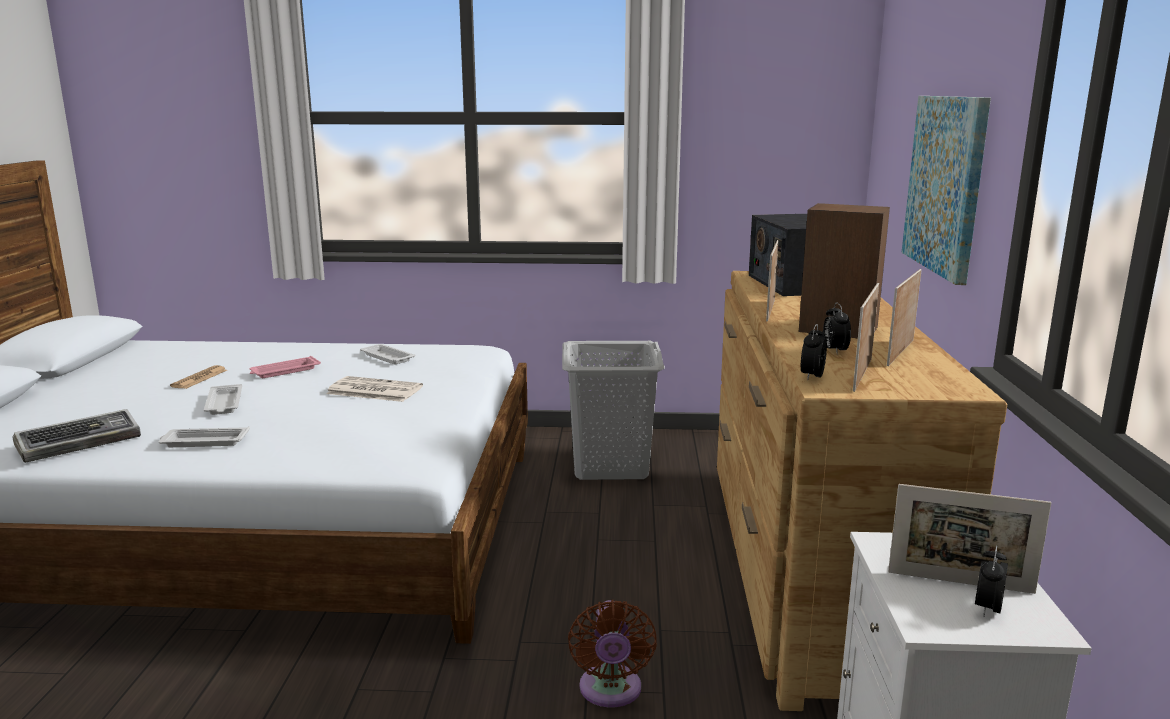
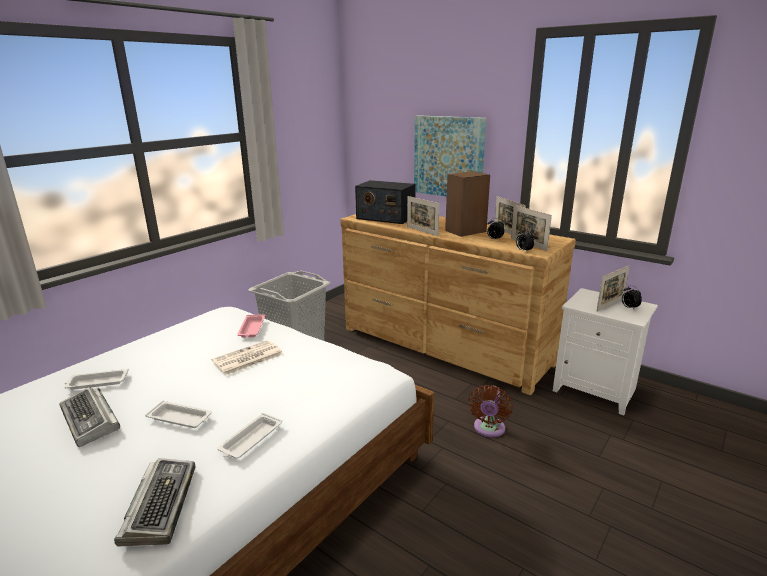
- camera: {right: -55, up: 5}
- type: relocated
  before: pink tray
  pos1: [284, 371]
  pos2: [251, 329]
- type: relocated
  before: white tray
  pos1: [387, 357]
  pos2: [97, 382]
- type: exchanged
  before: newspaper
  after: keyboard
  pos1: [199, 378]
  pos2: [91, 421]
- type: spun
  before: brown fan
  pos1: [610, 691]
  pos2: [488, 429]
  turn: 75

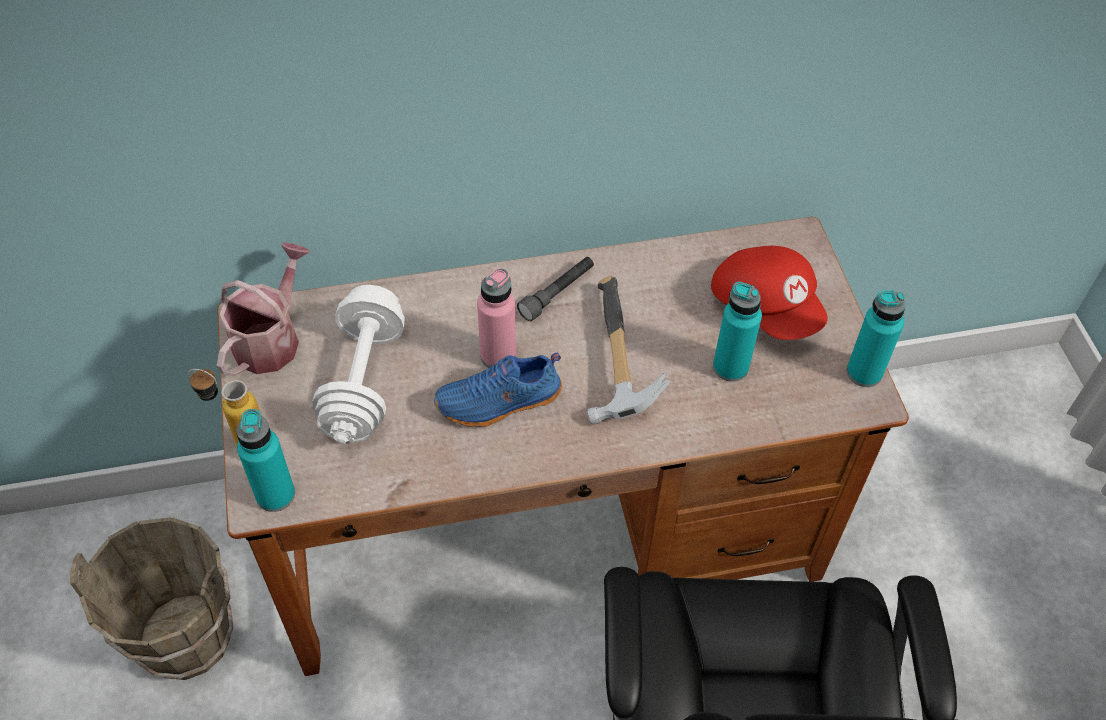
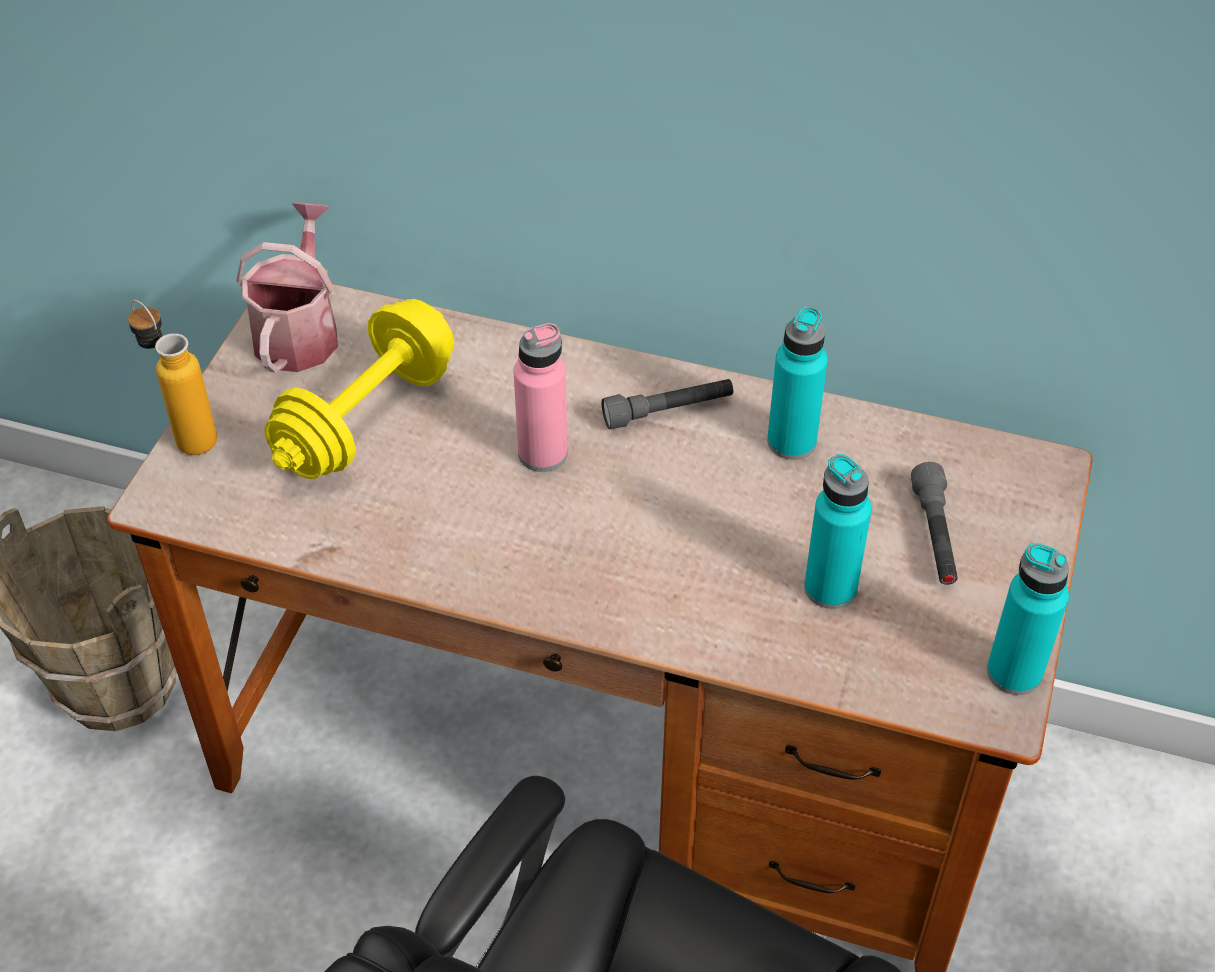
- camera: {right: 30, up: -5}
- type: missing
  before: blue shoe
  pos1: [499, 403]
- type: missing
  before: hammer
  pos1: [610, 362]
- type: relocated
  before: turquoise bottle
  pos1: [275, 495]
  pos2: [791, 441]
- type: exchanged
  before: red cap
  after: grey flashlight
  pos1: [767, 307]
  pos2: [935, 536]
- type: colour
  before: white dumbbell
  after: yellow dumbbell
  pos1: [364, 382]
  pos2: [367, 419]
- type: spun
  before: watering can
  pos1: [271, 339]
  pos2: [299, 331]
  turn: -45

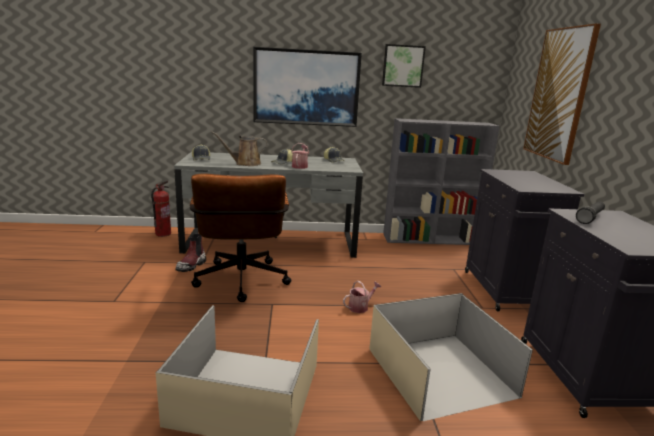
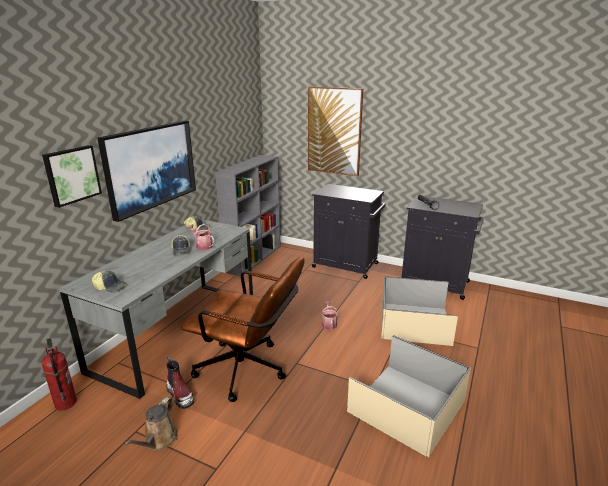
- camera: {right: -60, up: 5}
- type: relocated
  before: brown watering can
  pos1: [245, 164]
  pos2: [159, 440]
- type: relocated
  before: picture
  pos1: [402, 66]
  pos2: [71, 175]

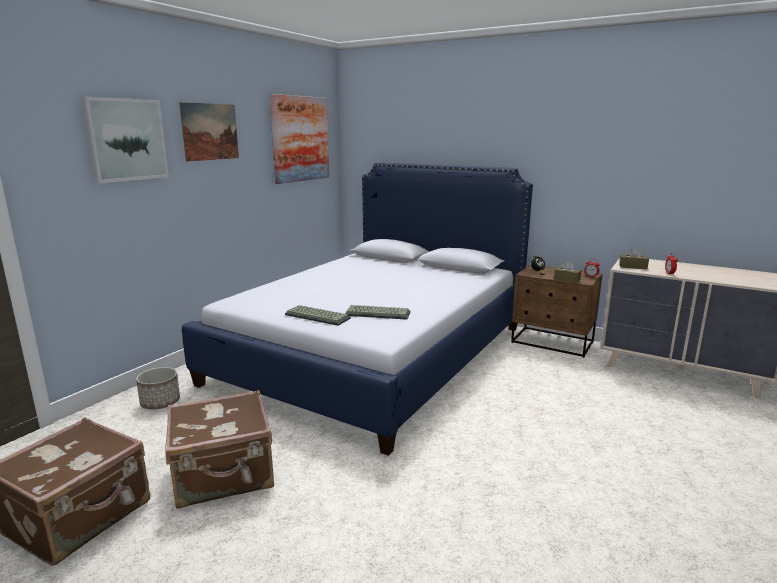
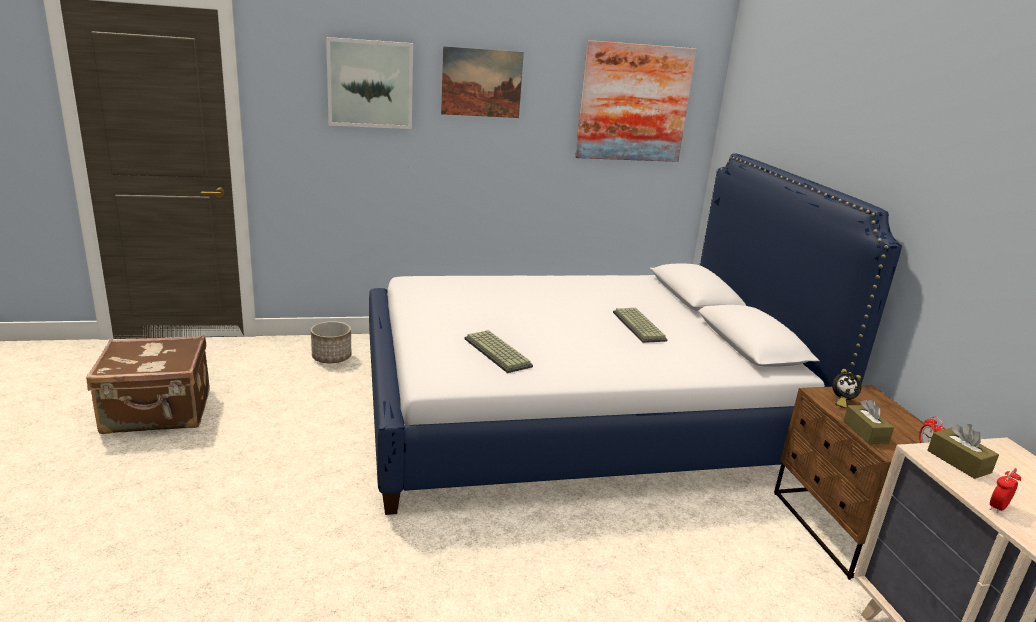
- camera: {right: 45, up: 5}
- type: missing
  before: brown suitcase
  pos1: [224, 475]
- type: relocated
  before: keyboard
  pos1: [318, 316]
  pos2: [640, 326]

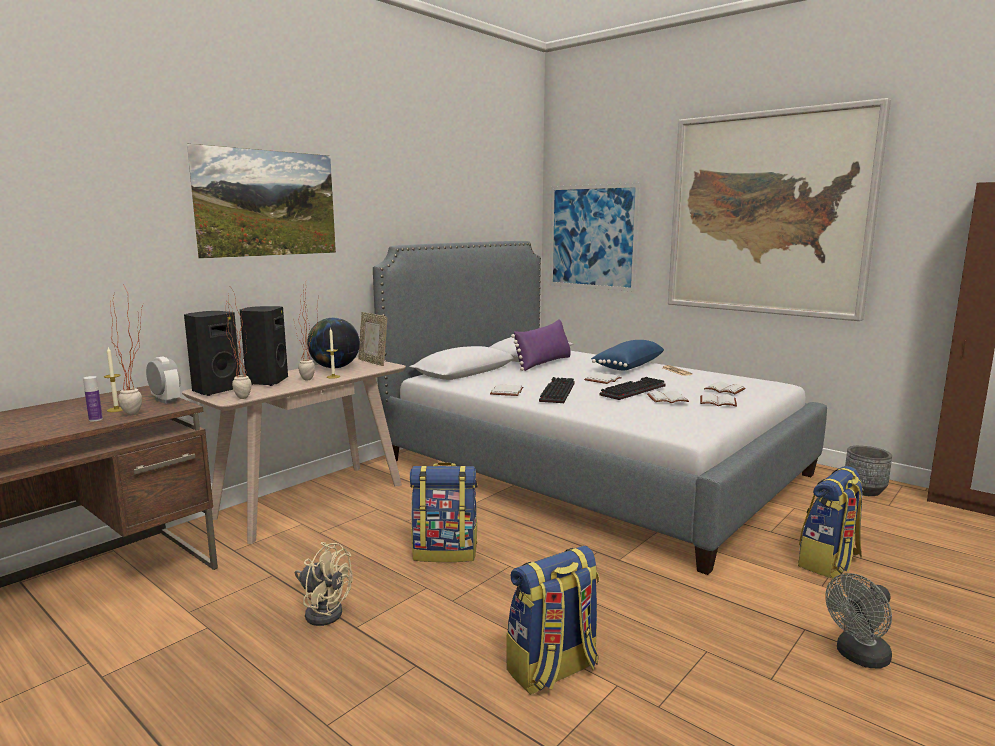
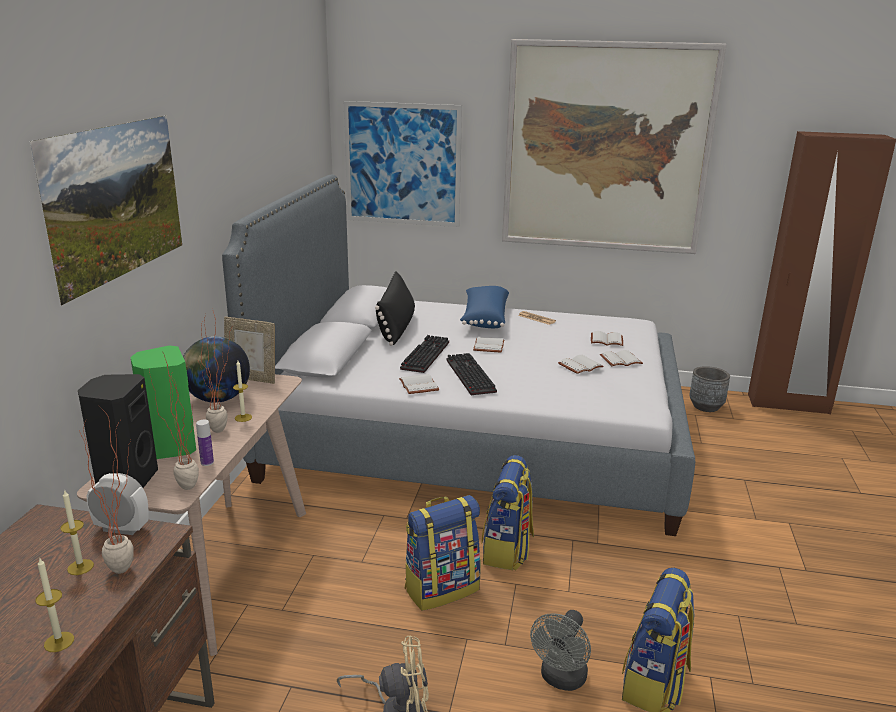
- camera: {right: -30, up: 10}
- type: appeared
  after: candle
  pos2: [59, 642]
- type: relocated
  before: bottle
  pos1: [95, 419]
  pos2: [207, 462]
- type: relocated
  before: keyboard
  pos1: [632, 390]
  pos2: [424, 355]
- type: relocated
  before: backpack
  pos1: [829, 563]
  pos2: [507, 550]
- type: relocated
  before: grey fan
  pos1: [858, 657]
  pos2: [561, 679]
- type: colour
  before: black speaker
  after: green speaker
  pos1: [266, 381]
  pos2: [169, 447]
- type: colour
  before: purple pillow
  after: black pillow
  pos1: [544, 363]
  pos2: [396, 327]

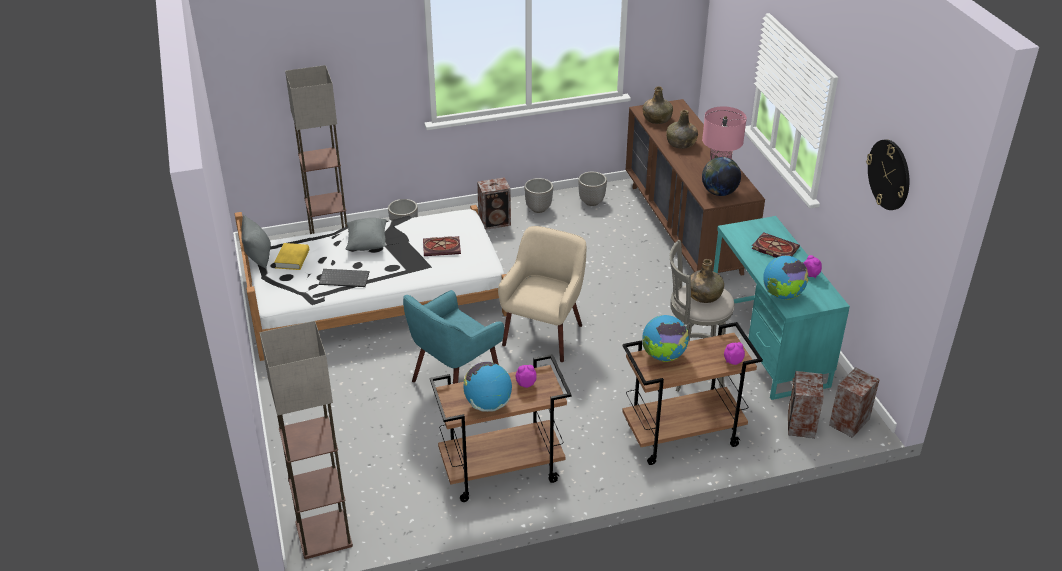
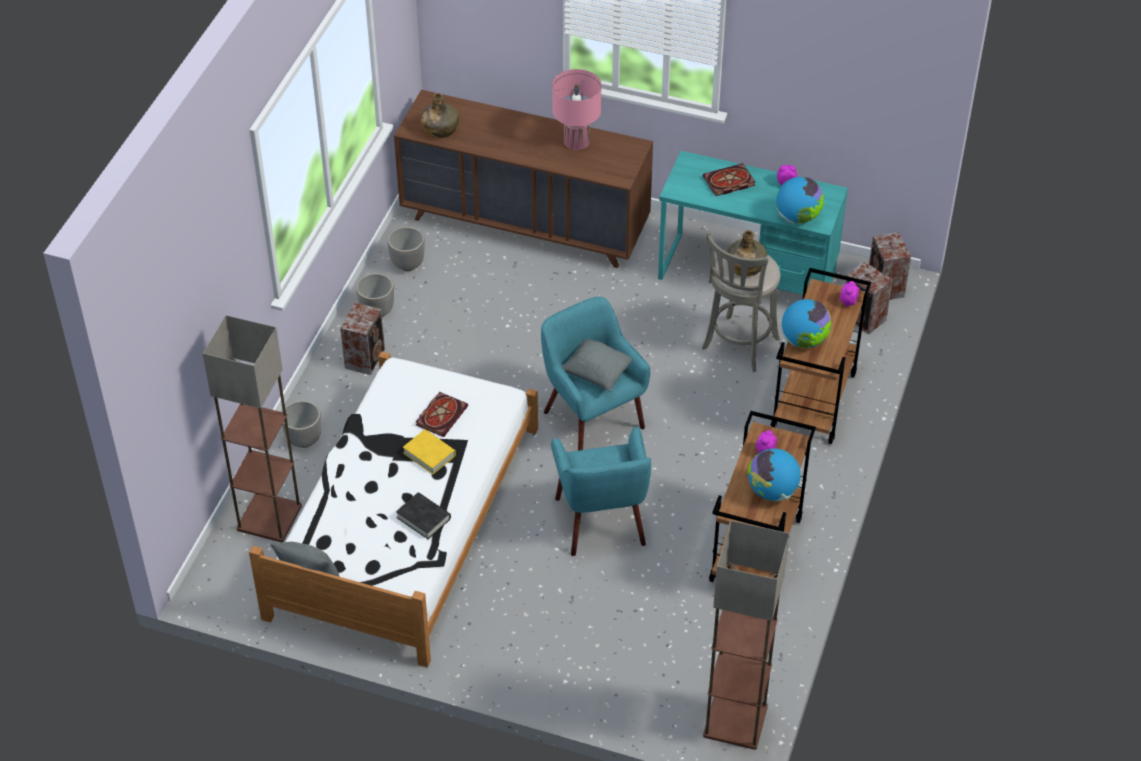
- camera: {right: -55, up: 10}
- type: missing
  before: green bottle
  pos1: [681, 143]
- type: missing
  before: globe
  pos1: [719, 193]
- type: missing
  before: wall clock
  pos1: [889, 174]
- type: relocated
  before: yellow book
  pos1: [292, 259]
  pos2: [429, 454]
- type: relocated
  before: grey pillow
  pos1: [367, 243]
  pos2: [596, 373]
- type: exchanged
  before: keyboard
  after: black book
  pos1: [345, 278]
  pos2: [423, 518]
- type: colour
  before: beige armchair
  after: turquoise armchair
  pos1: [544, 334]
  pos2: [592, 419]

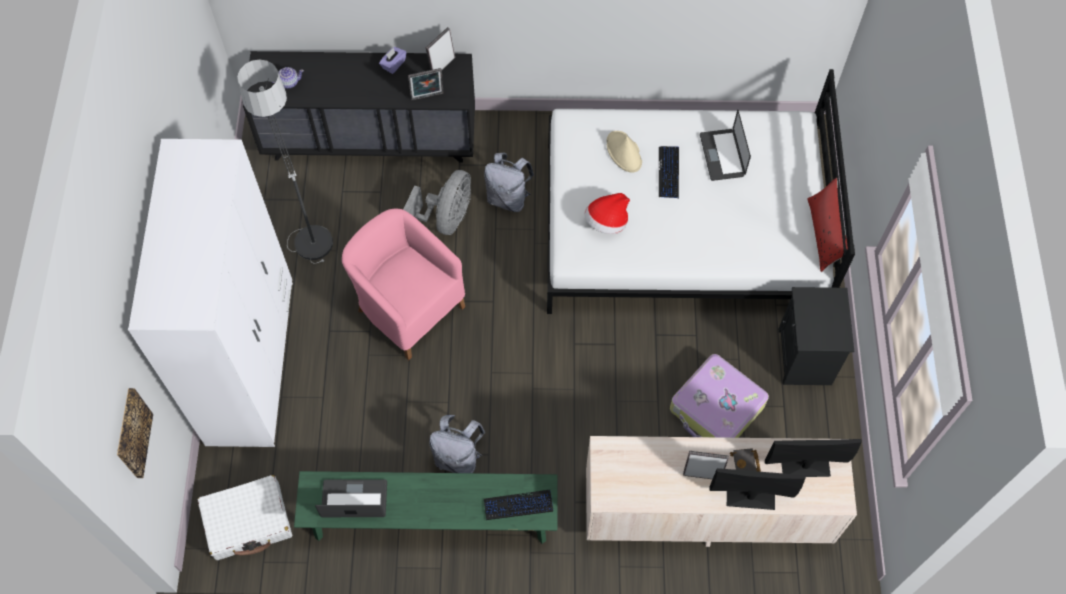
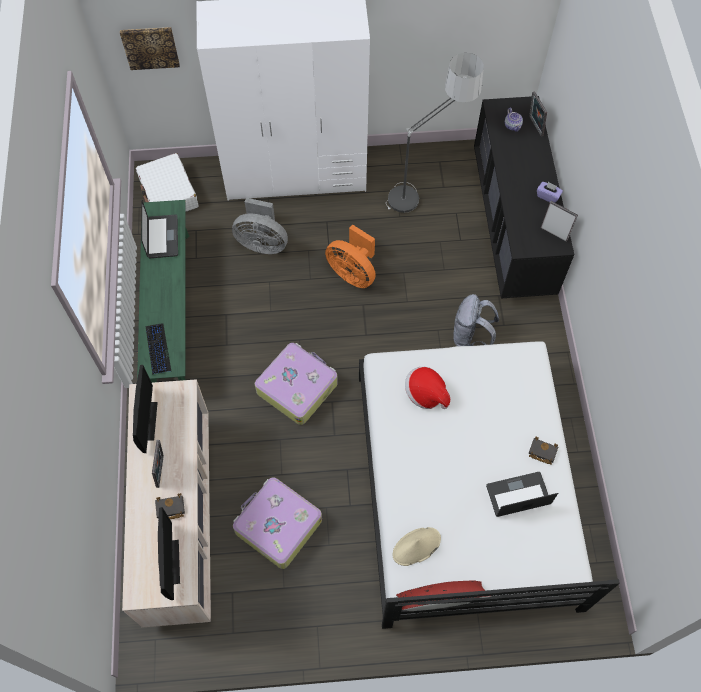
- camera: {right: 85, up: 0}
- type: missing
  before: grey backpack
  pos1: [458, 457]
- type: missing
  before: keyboard
  pos1: [669, 172]
- type: missing
  before: black nightstand
  pos1: [806, 357]
- type: appeared
  after: suitcase
  pos2: [297, 387]
- type: appeared
  after: black book
  pos2: [541, 452]
- type: relocated
  before: grey fan
  pos1: [446, 218]
  pos2: [262, 243]
- type: relocated
  before: picture frame
  pos1: [427, 97]
  pos2: [534, 126]
- type: relocated
  before: beige hat
  pos1: [624, 152]
  pos2: [416, 547]
- type: relocated
  before: monitor
  pos1: [750, 497]
  pos2: [146, 421]
- type: exchanged
  before: pink armchair
  after: orange fan
  pos1: [408, 307]
  pos2: [353, 273]

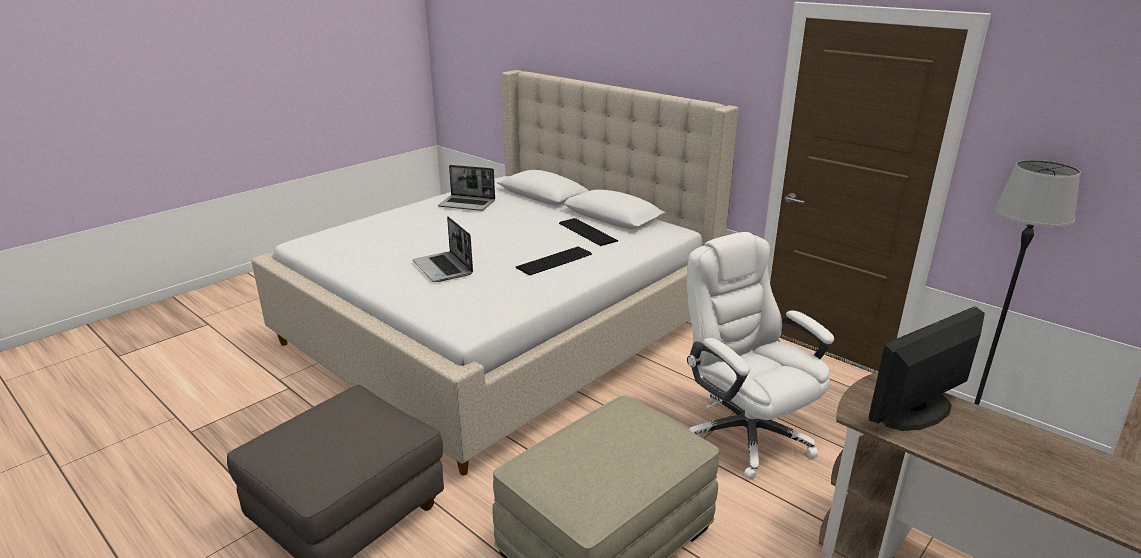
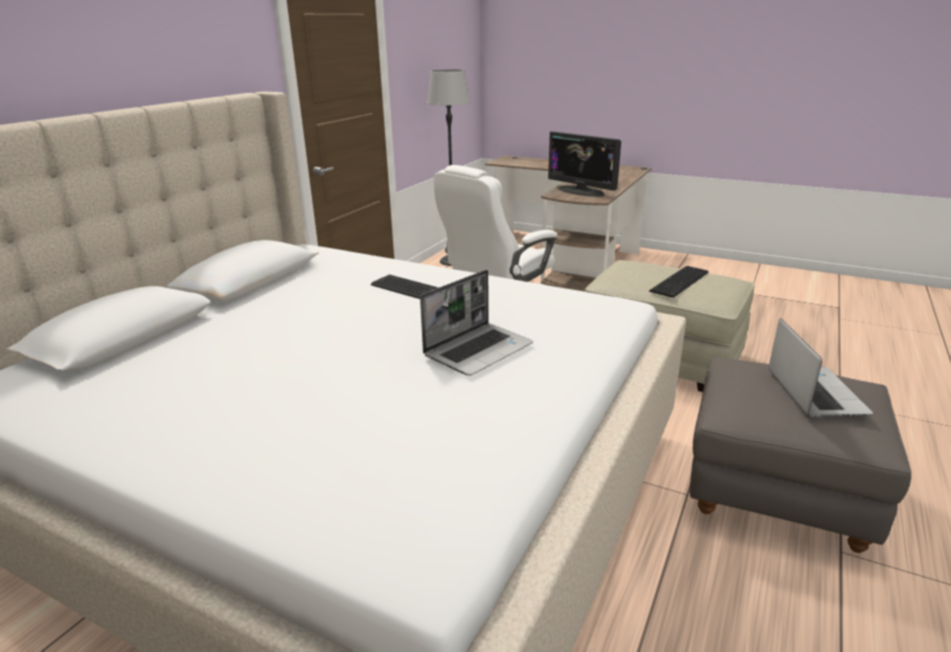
- camera: {right: -105, up: 0}
- type: relocated
  before: laptop
  pos1: [468, 204]
  pos2: [813, 392]
- type: relocated
  before: keyboard
  pos1: [587, 232]
  pos2: [681, 281]

